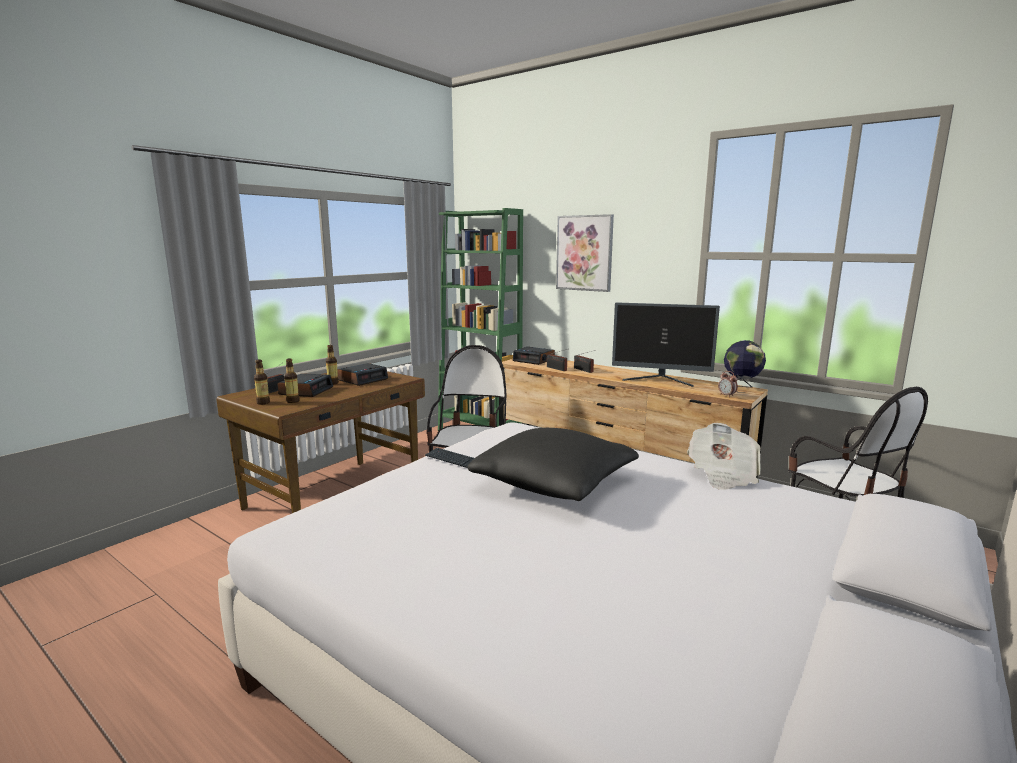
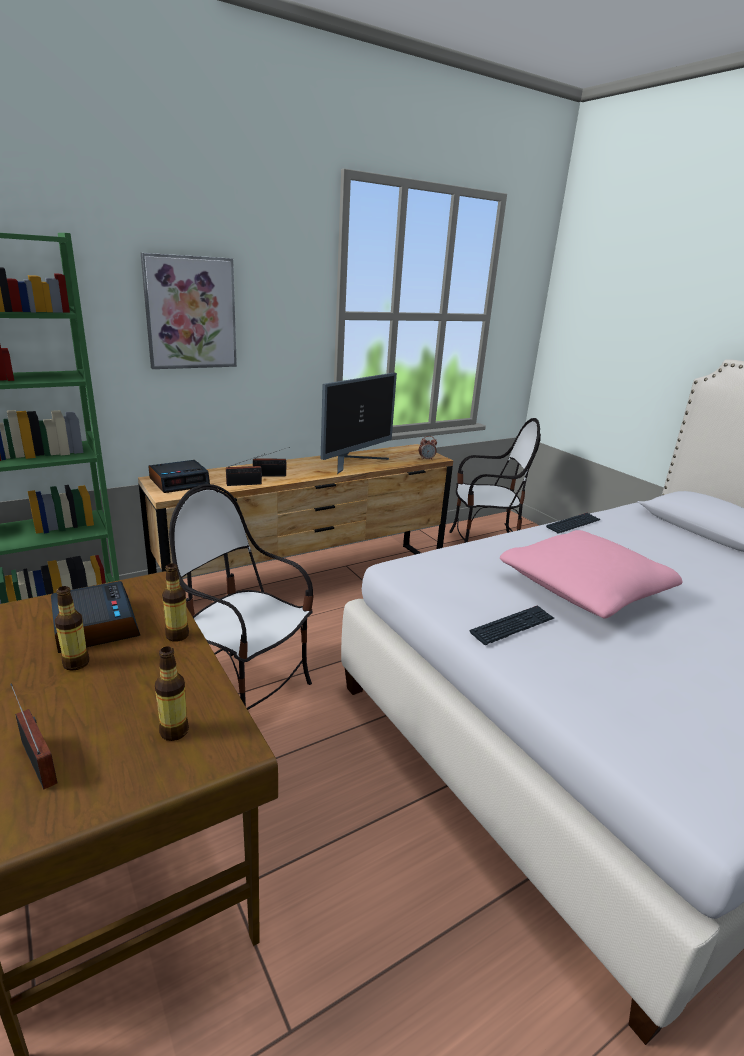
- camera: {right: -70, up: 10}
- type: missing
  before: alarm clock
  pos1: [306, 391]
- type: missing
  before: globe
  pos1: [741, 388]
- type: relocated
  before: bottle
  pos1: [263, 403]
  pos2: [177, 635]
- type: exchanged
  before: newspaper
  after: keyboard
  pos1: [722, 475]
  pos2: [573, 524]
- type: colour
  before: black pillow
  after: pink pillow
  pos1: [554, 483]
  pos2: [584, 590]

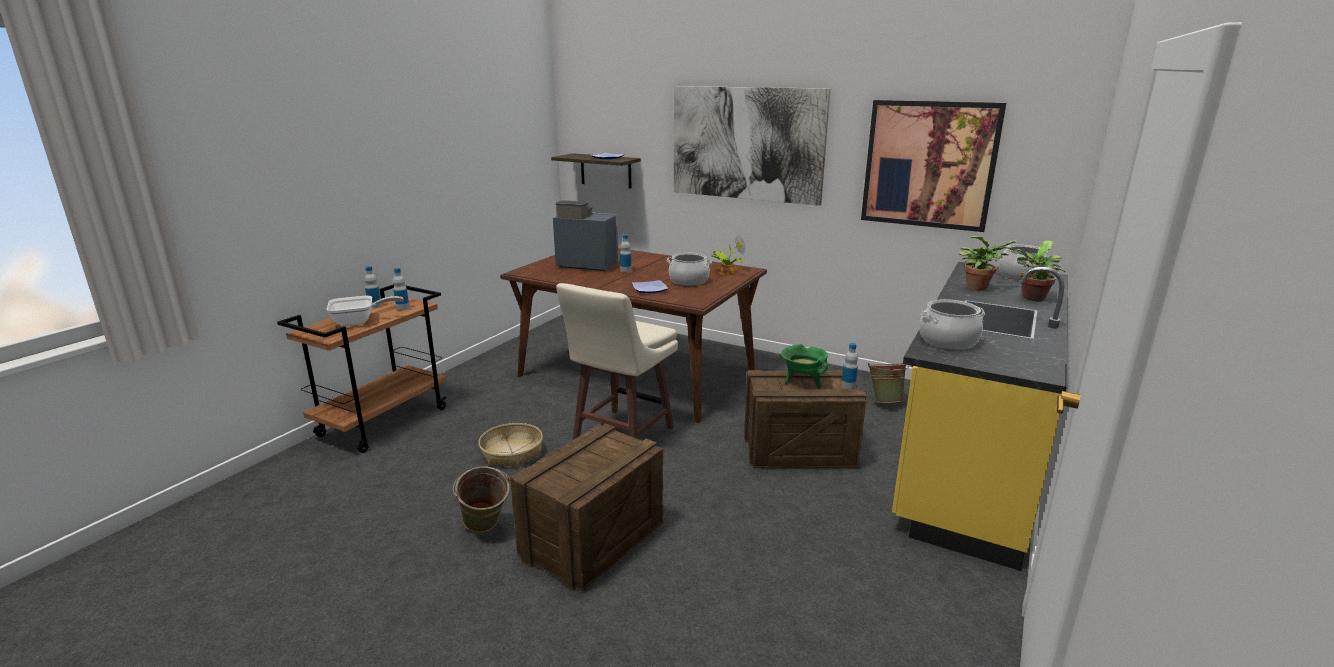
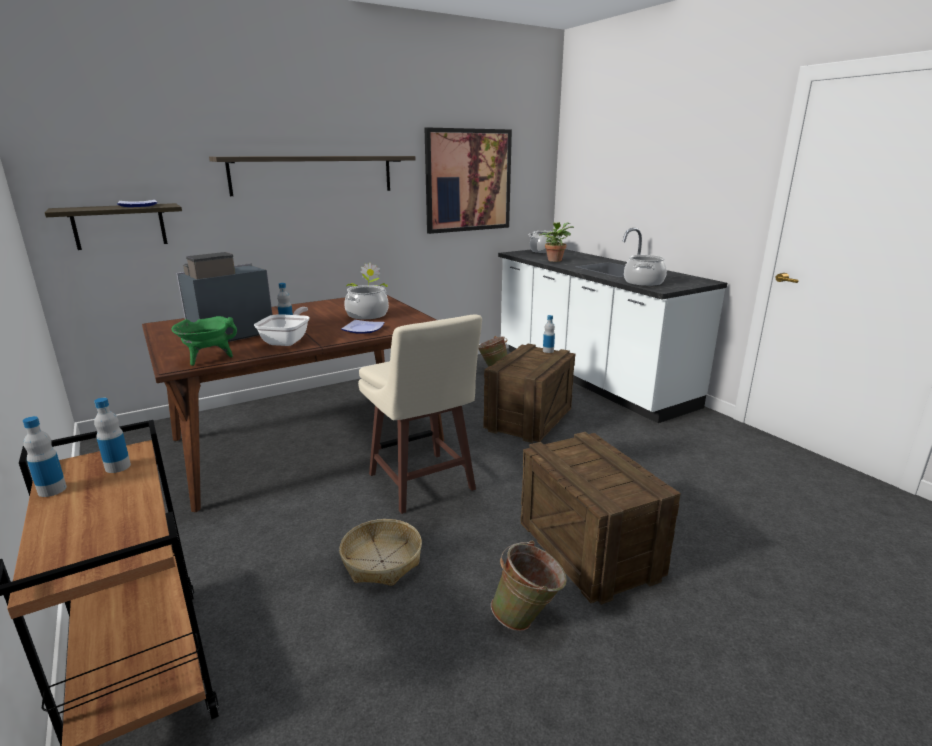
- camera: {right: -60, up: 0}
- type: missing
  before: potted plant
  pos1: [1032, 299]
- type: relocated
  before: frying pan
  pos1: [359, 322]
  pos2: [288, 340]
- type: relocated
  before: green cooking pot
  pos1: [802, 382]
  pos2: [208, 359]
- type: exchanged
  before: picture
  after: shelf
  pos1: [746, 144]
  pos2: [313, 174]
- type: colour
  before: yellow counter
  after: white counter
  pos1: [971, 460]
  pos2: [588, 377]

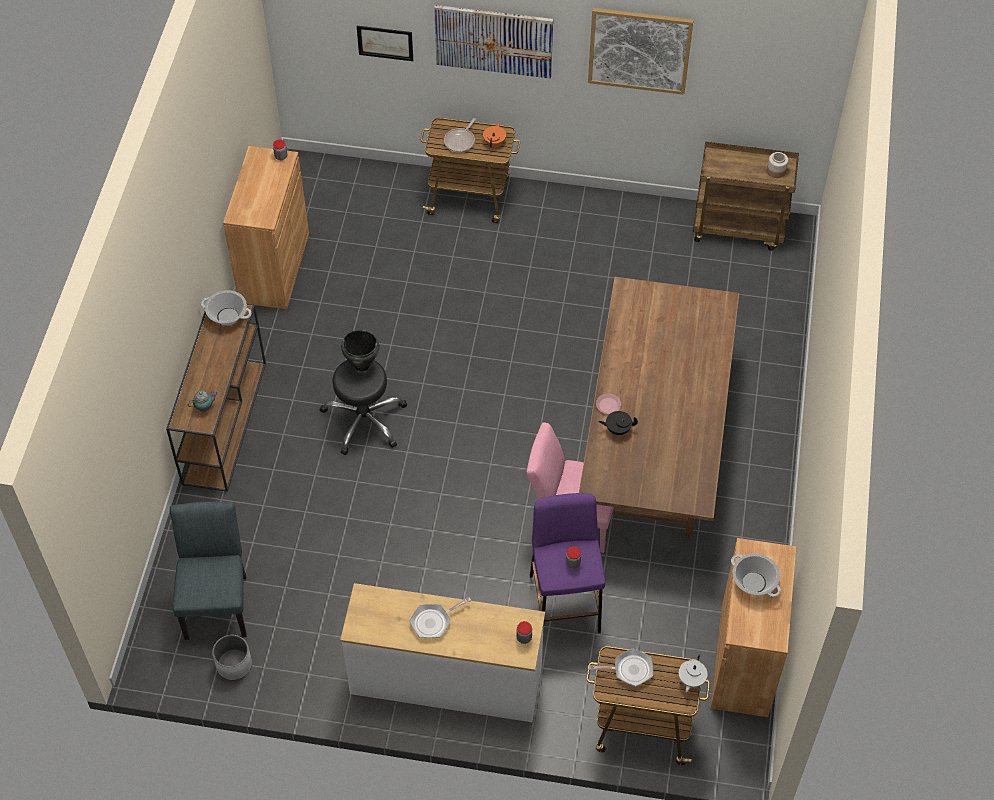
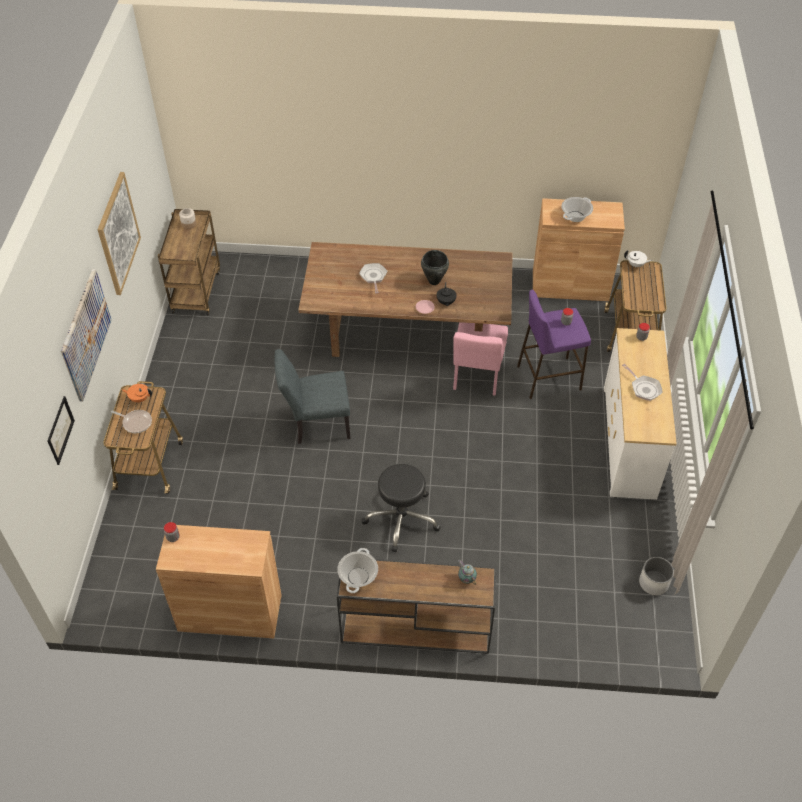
- camera: {right: -95, up: -5}
- type: relocated
  before: grey chair
  pos1: [217, 601]
  pos2: [316, 424]
- type: relocated
  before: black cooking pot
  pos1: [361, 365]
  pos2: [434, 281]
- type: relocated
  before: frying pan
  pos1: [629, 670]
  pos2: [373, 277]

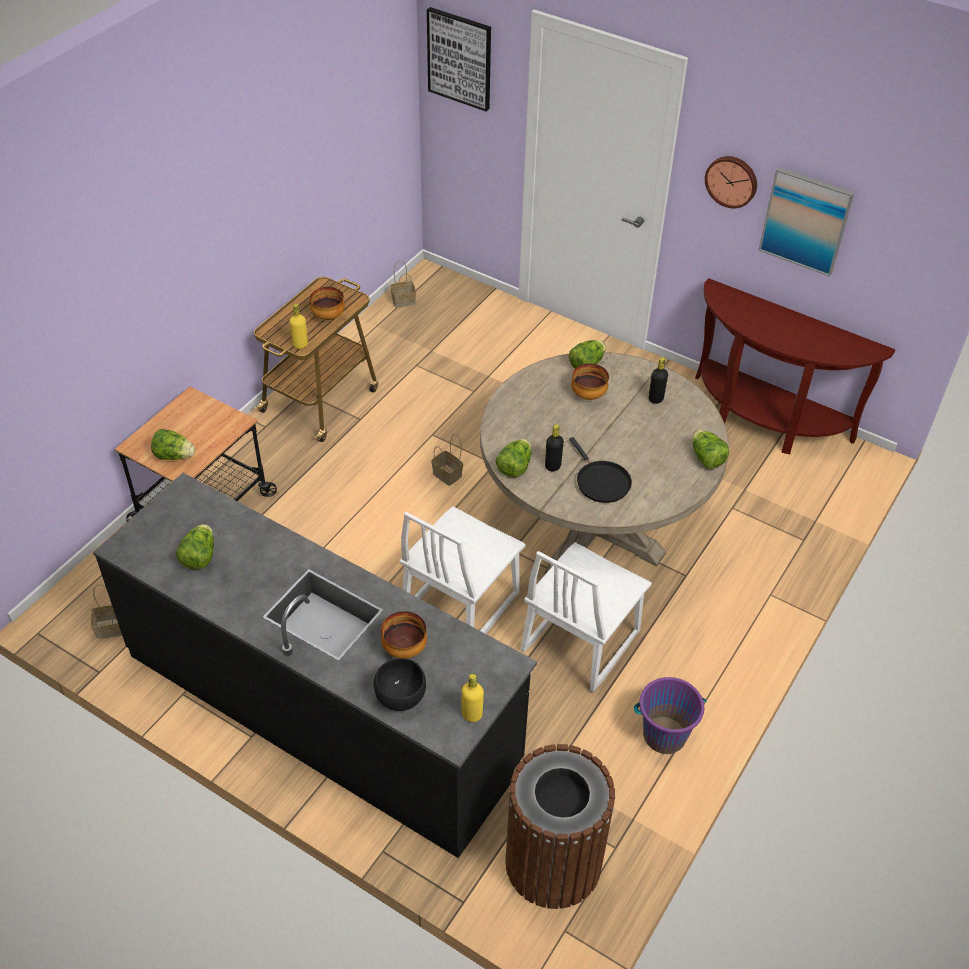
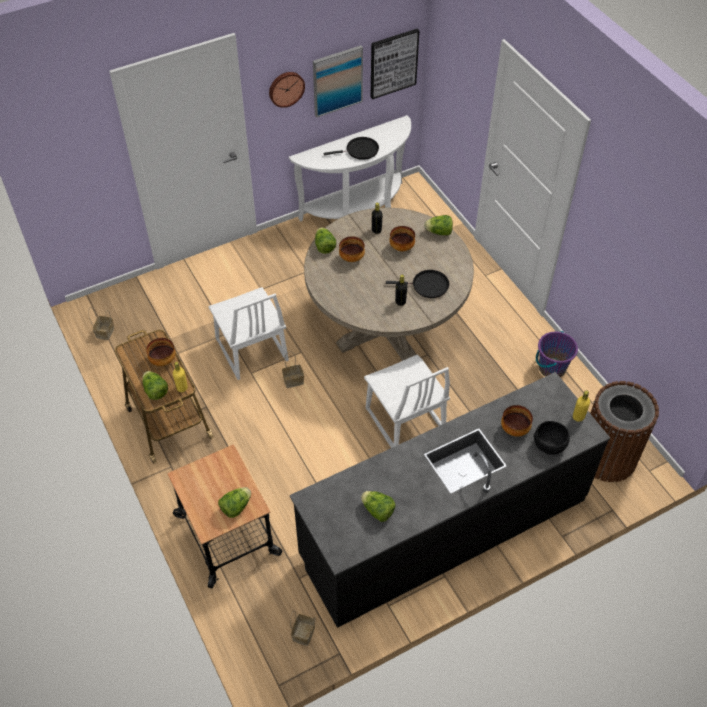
- camera: {right: -60, up: 5}
- type: appeared
  after: black frying pan
  pos2: [360, 151]
- type: appeared
  after: bowl
  pos2: [402, 247]
- type: relocated
  before: picture
  pos1: [460, 58]
  pos2: [393, 63]
- type: relocated
  before: lettuce
  pos1: [514, 467]
  pos2: [155, 391]
- type: relocated
  before: white chair
  pos1: [579, 641]
  pos2: [251, 351]
- type: colour
  before: brown console table
  after: white console table
  pos1: [764, 420]
  pos2: [357, 209]

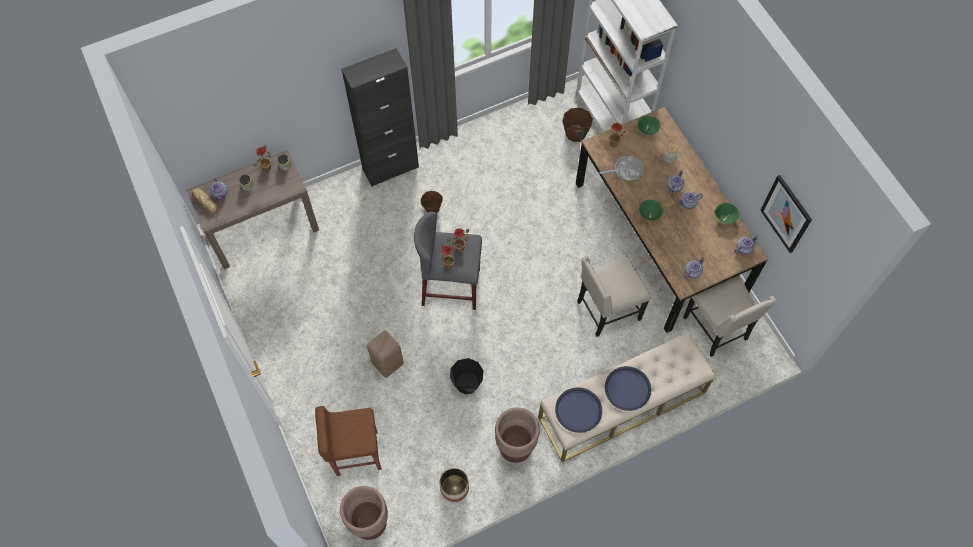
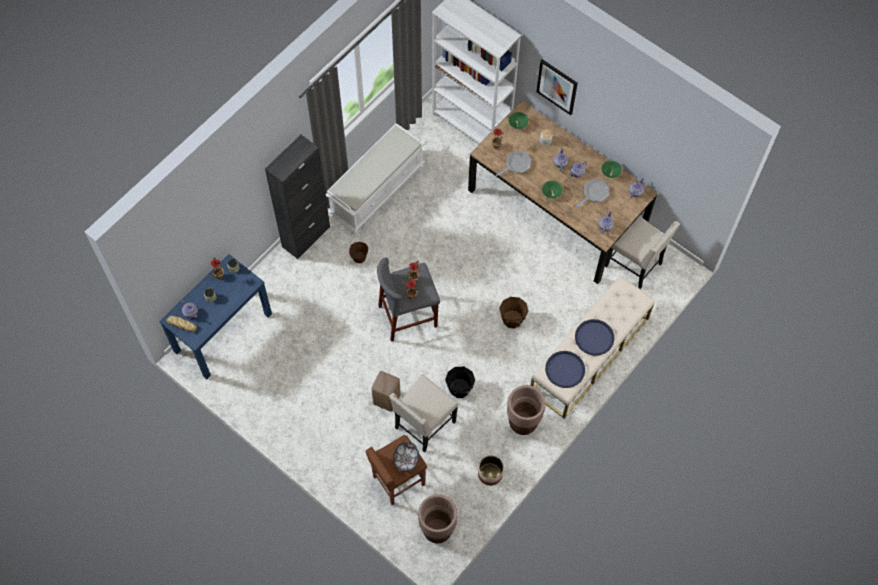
- camera: {right: -25, up: 0}
- type: appeared
  after: white bench
  pos2: [376, 189]
- type: appeared
  after: bowl
  pos2: [406, 459]
- type: appeared
  after: frying pan
  pos2: [594, 193]
- type: relocated
  before: brown bucket
  pos1: [575, 134]
  pos2: [512, 319]
- type: relocated
  before: beige chair
  pos1: [607, 310]
  pos2: [423, 425]
- type: relocated
  before: picture
  pos1: [786, 214]
  pos2: [557, 86]
- type: colour
  before: brown console table
  after: blue console table
  pos1: [263, 229]
  pos2: [223, 332]

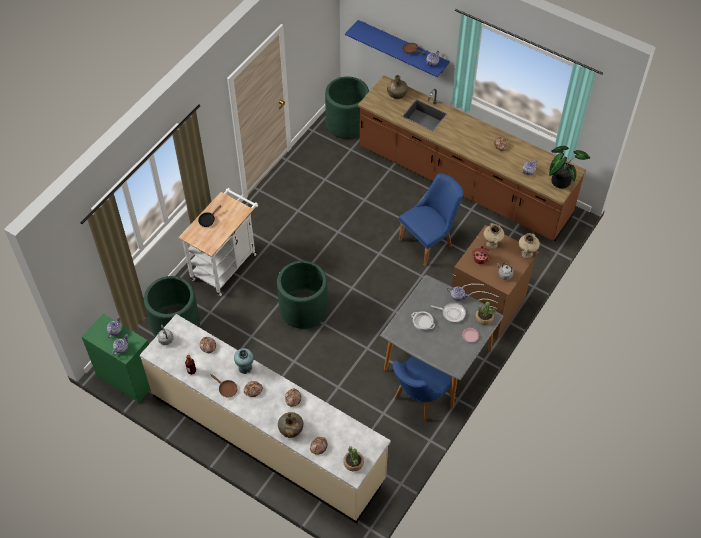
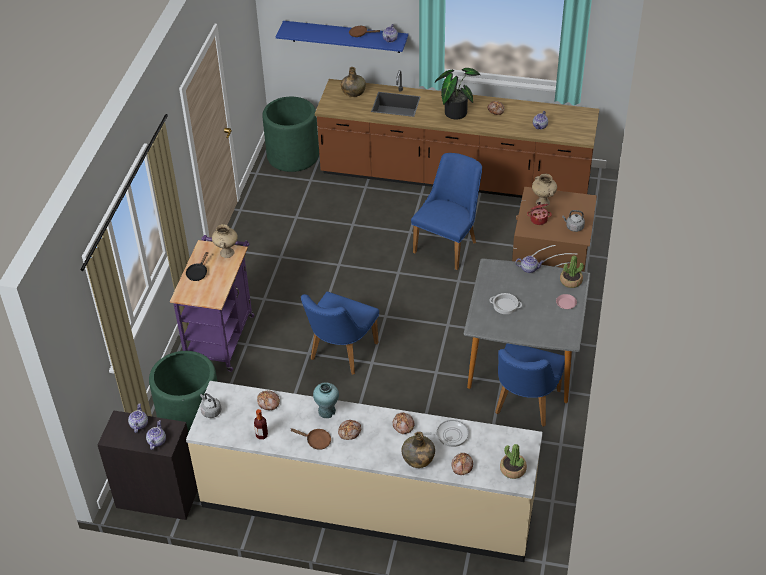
- camera: {right: -20, up: -10}
- type: relocated
  before: frying pan
  pos1: [452, 313]
  pos2: [449, 435]
- type: relocated
  before: beige vase
  pos1: [526, 253]
  pos2: [226, 252]
- type: relocated
  before: potted plant
  pos1: [561, 179]
  pos2: [455, 111]
- type: exchanged
  before: green planter
  after: blue chair
  pos1: [303, 309]
  pos2: [339, 354]
- type: colour
  before: green cabinet
  after: black cabinet
  pos1: [127, 377]
  pos2: [157, 496]
- type: colour
  before: white cart
  after: purple cart
  pos1: [226, 263]
  pos2: [221, 335]

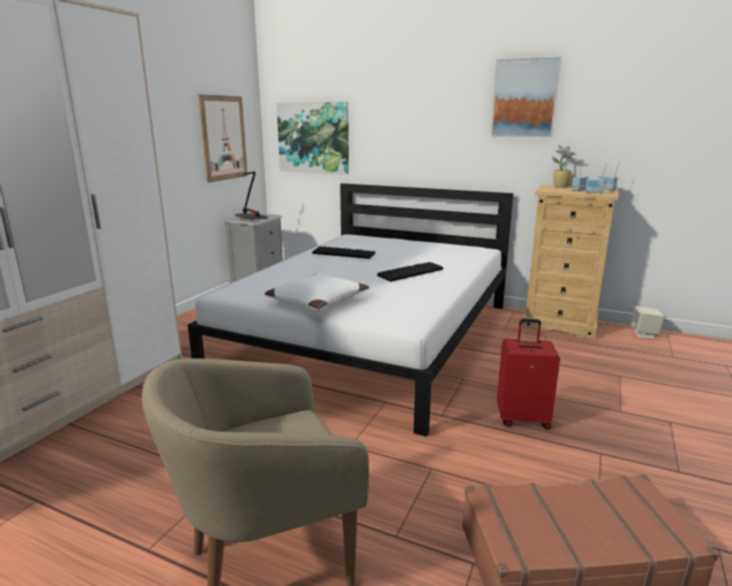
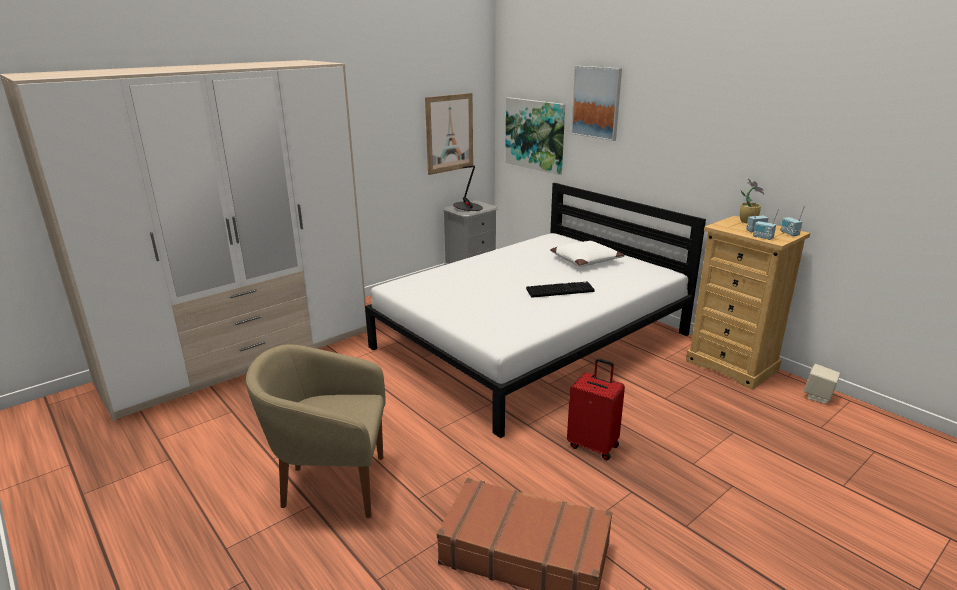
- camera: {right: 25, up: 5}
- type: missing
  before: keyboard
  pos1: [344, 253]
- type: relocated
  before: white pillow
  pos1: [317, 302]
  pos2: [585, 260]
- type: relocated
  before: picture
  pos1: [524, 98]
  pos2: [596, 102]

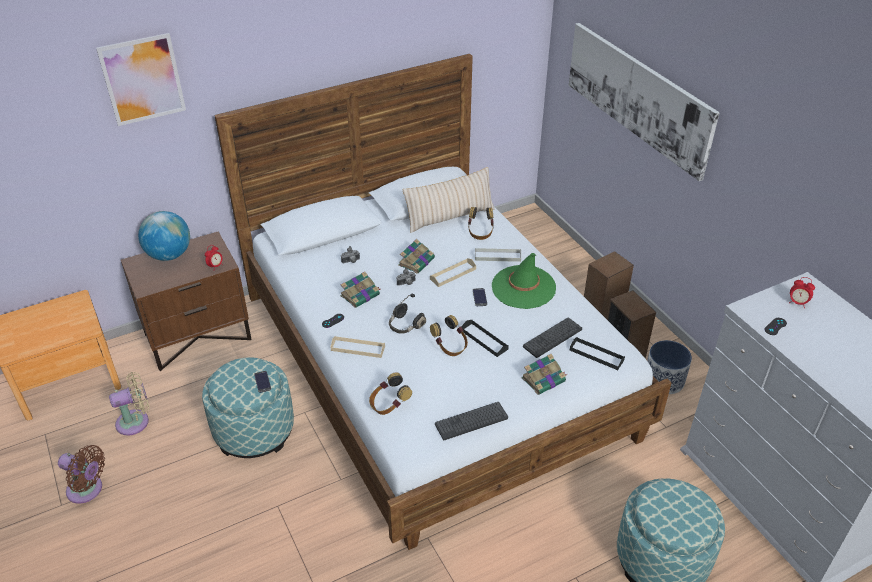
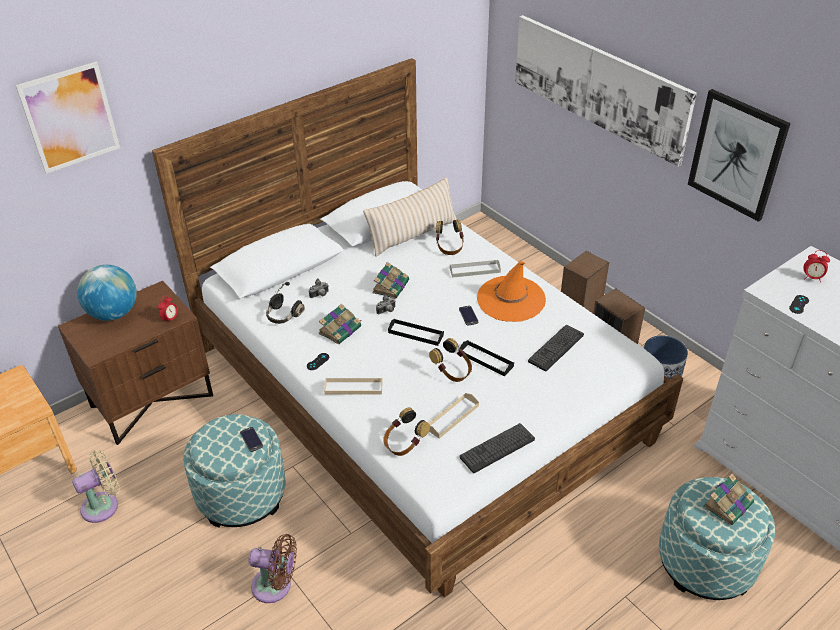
- camera: {right: -10, up: 0}
- type: appeared
  after: picture
  pos2: [737, 155]
- type: relocated
  before: brown fan
  pos1: [87, 490]
  pos2: [275, 586]
- type: relocated
  before: black headphones
  pos1: [405, 325]
  pos2: [283, 315]
- type: relocated
  before: beige tray
  pos1: [453, 274]
  pos2: [452, 417]
- type: relocated
  before: book
  pos1: [544, 379]
  pos2: [728, 504]
- type: relocated
  before: black tray
  pos1: [596, 355]
  pos2: [415, 334]
- type: colour
  before: green hat
  after: orange hat
  pos1: [523, 287]
  pos2: [511, 299]

